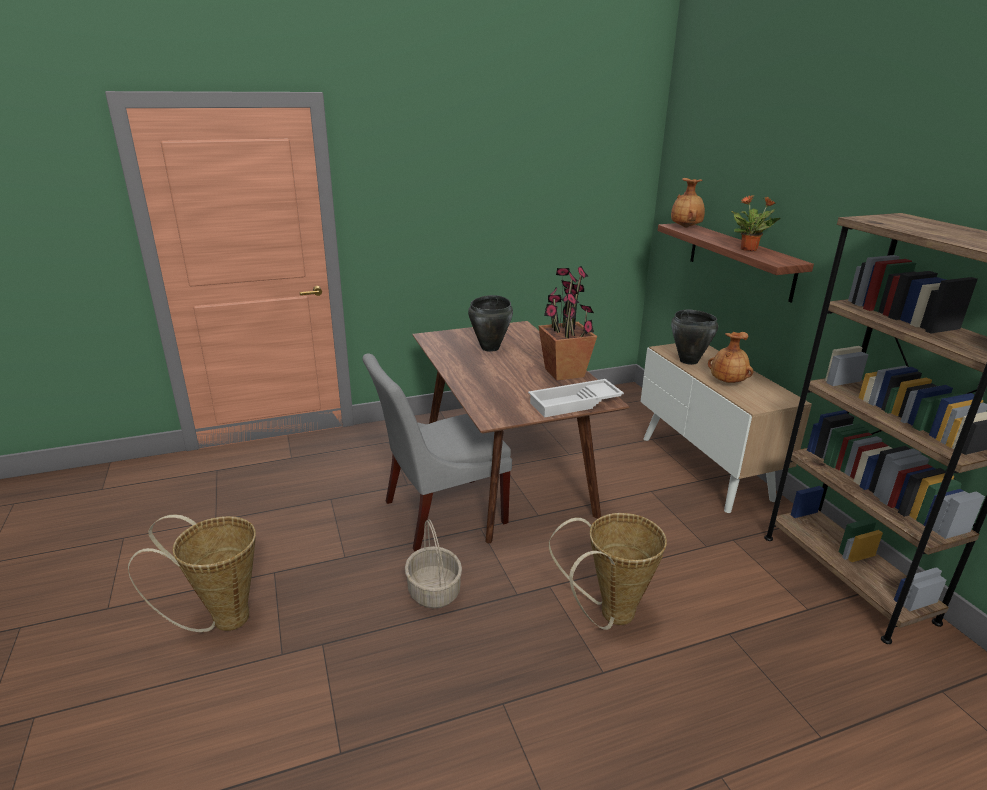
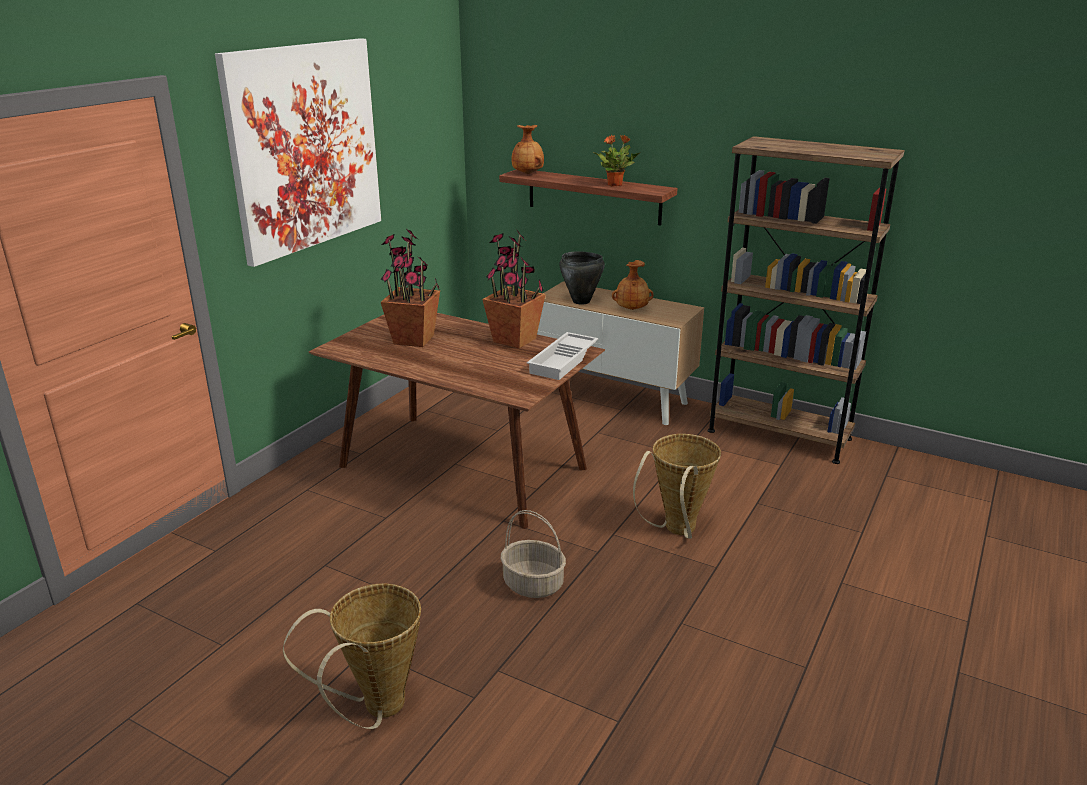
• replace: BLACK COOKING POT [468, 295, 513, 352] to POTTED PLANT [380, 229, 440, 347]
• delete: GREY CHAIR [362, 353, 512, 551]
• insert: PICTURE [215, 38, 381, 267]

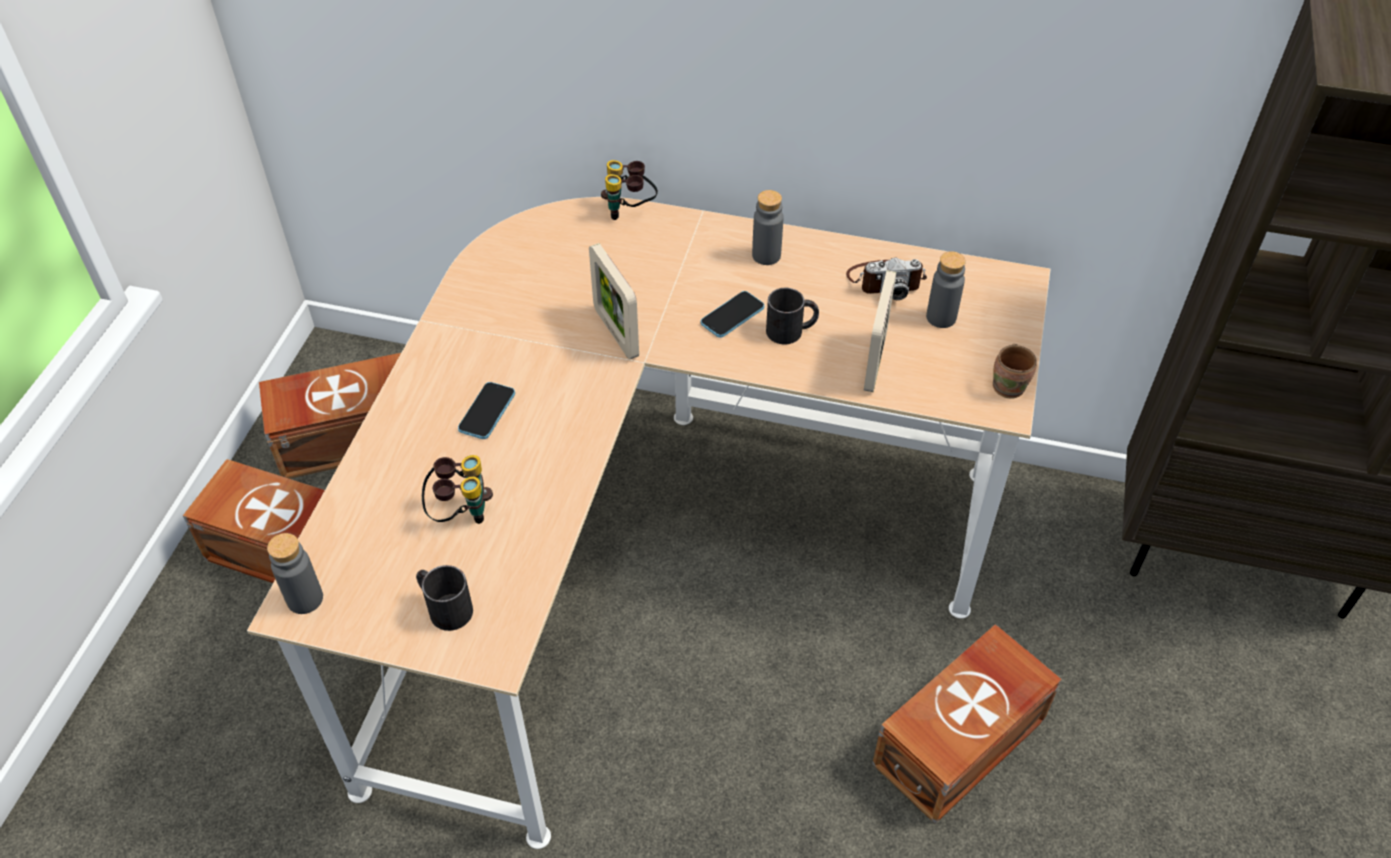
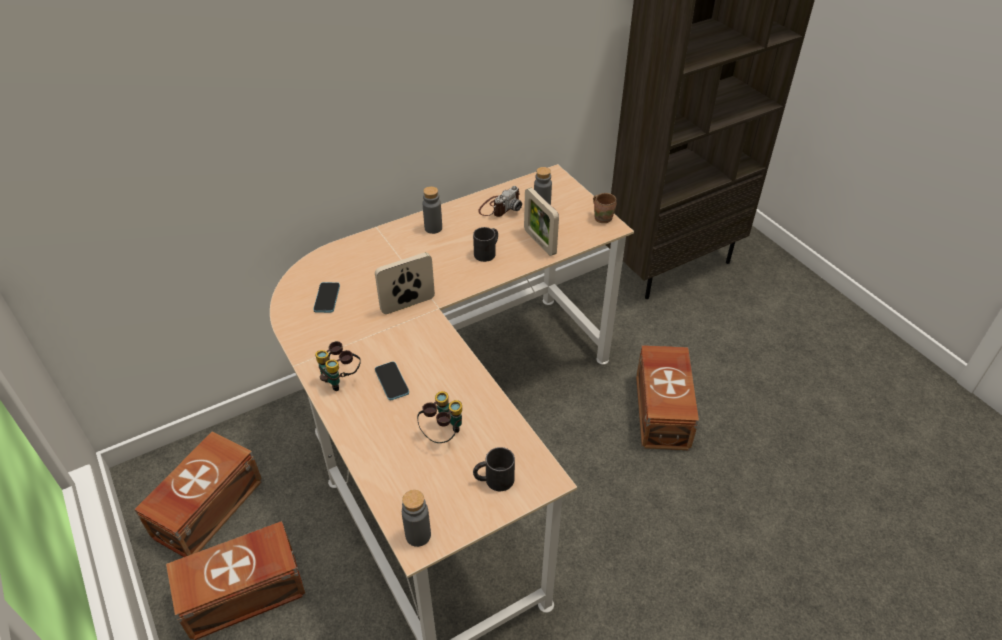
• move: BINOCULARS [601, 160, 658, 220] to [315, 341, 361, 391]
• rotate: PICTURE FRAME [589, 243, 639, 360] = [375, 252, 435, 314] 135 degrees clockwise
• move: PHONE [701, 291, 764, 338] to [313, 282, 340, 313]

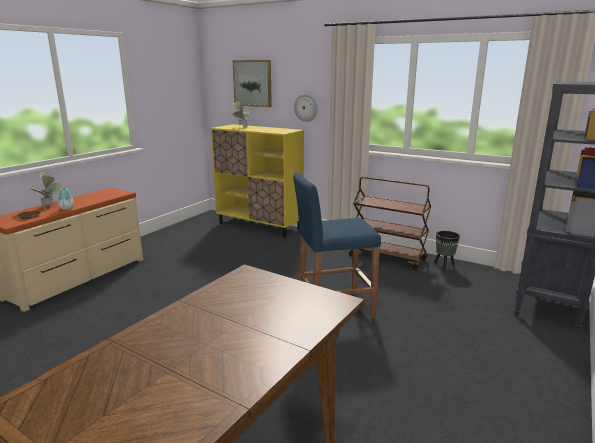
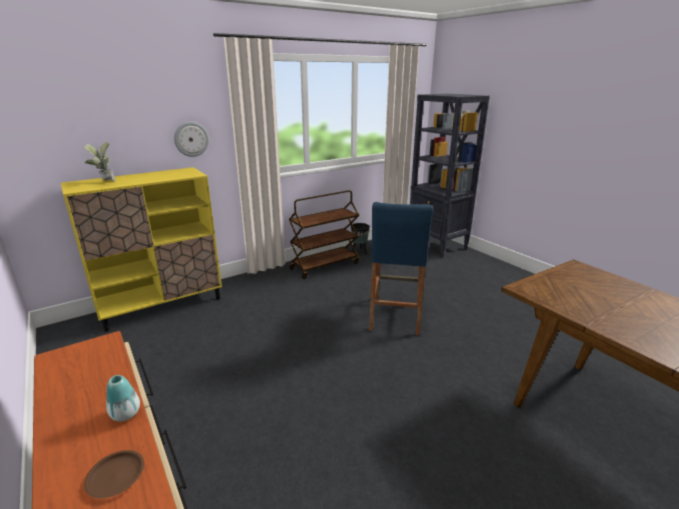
• delete: PICTURE [232, 60, 272, 107]
• delete: POTTED PLANT [29, 172, 62, 208]

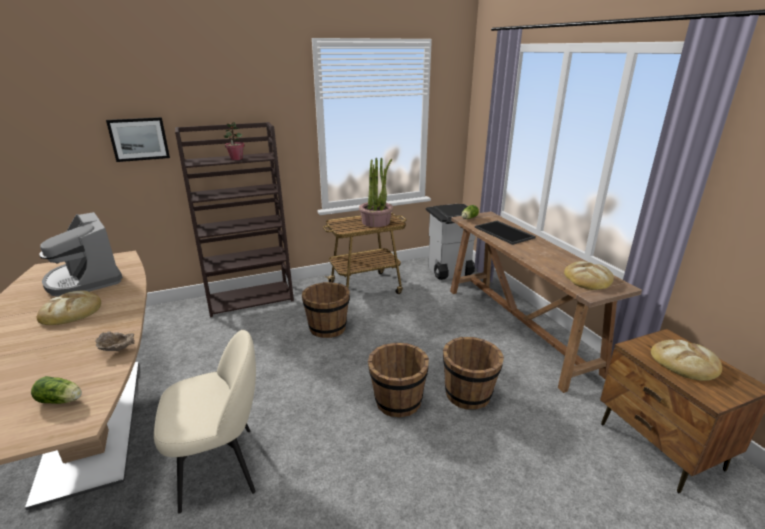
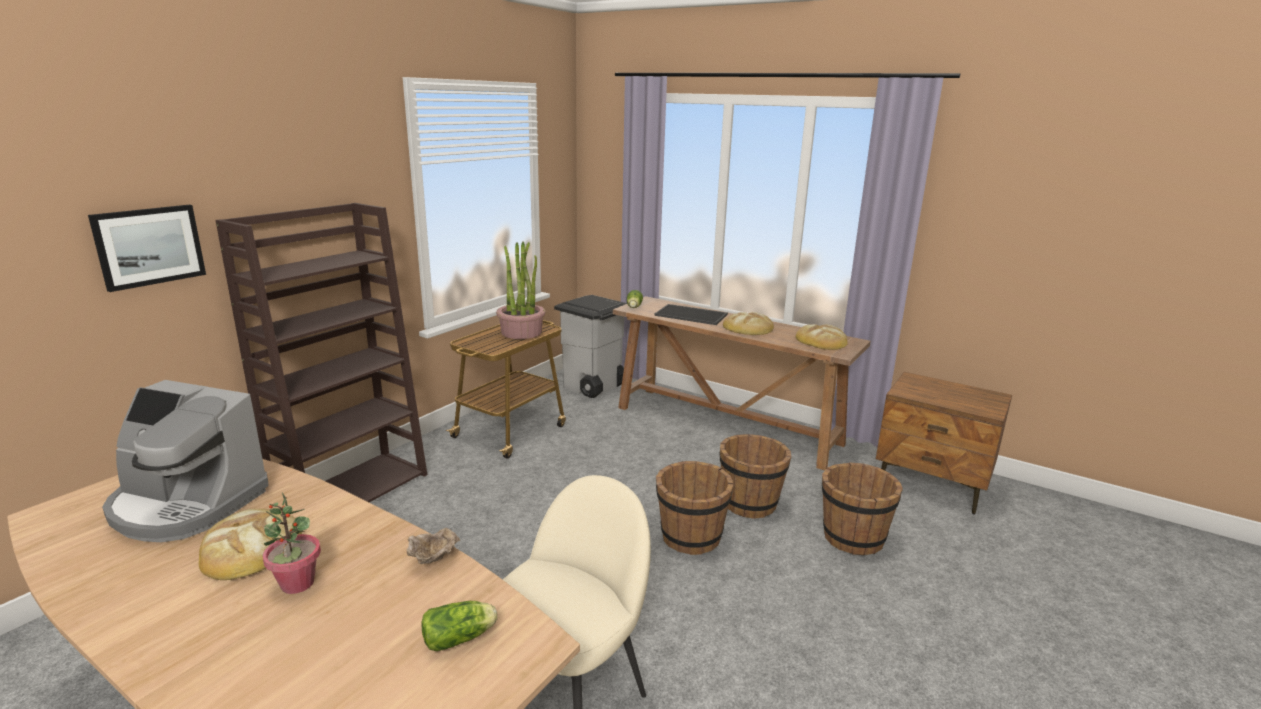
• move: POTTED PLANT [224, 122, 245, 160] to [263, 493, 321, 594]
• move: BROWN BUCKET [302, 282, 350, 338] to [822, 462, 903, 555]
• move: BREAD [651, 340, 722, 381] to [723, 312, 774, 335]

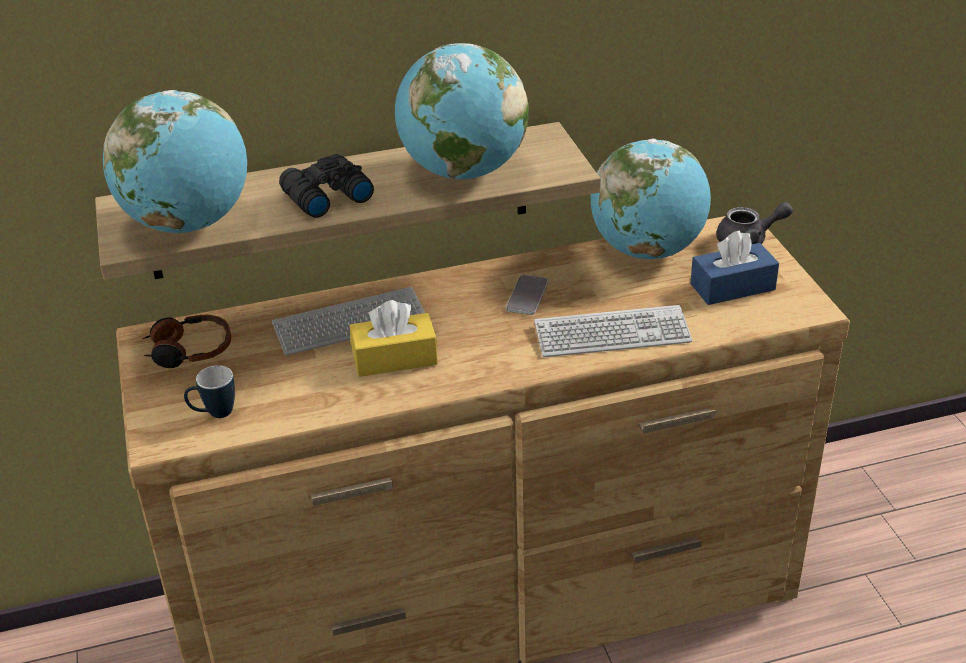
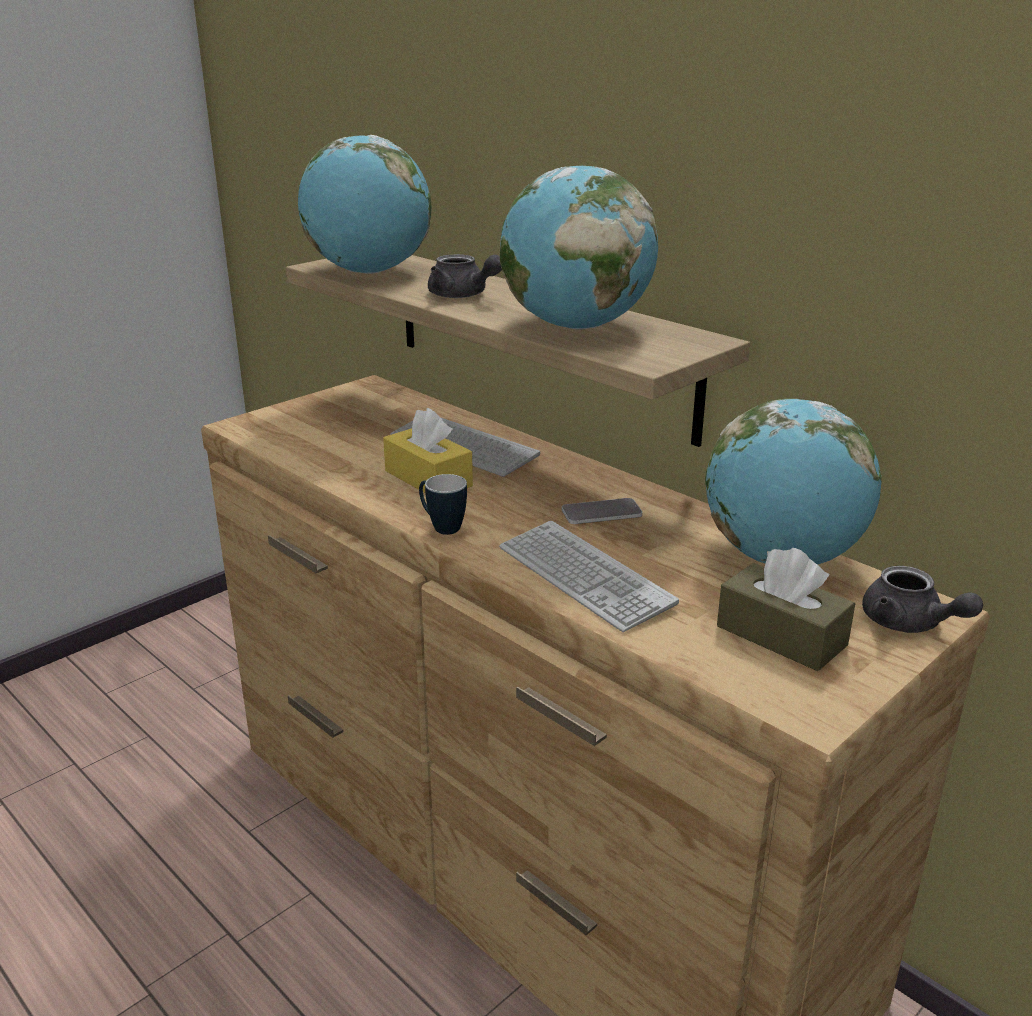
• replace: BLACK BINOCULARS [279, 154, 374, 218] to GREY TEAPOT [428, 254, 502, 298]
• recolor: BLUE TISSUE BOX [690, 230, 779, 305] to BROWN TISSUE BOX [717, 548, 855, 671]
• delete: HEADPHONES [143, 314, 231, 368]
• move: MUG [184, 365, 235, 418] to [419, 474, 467, 535]

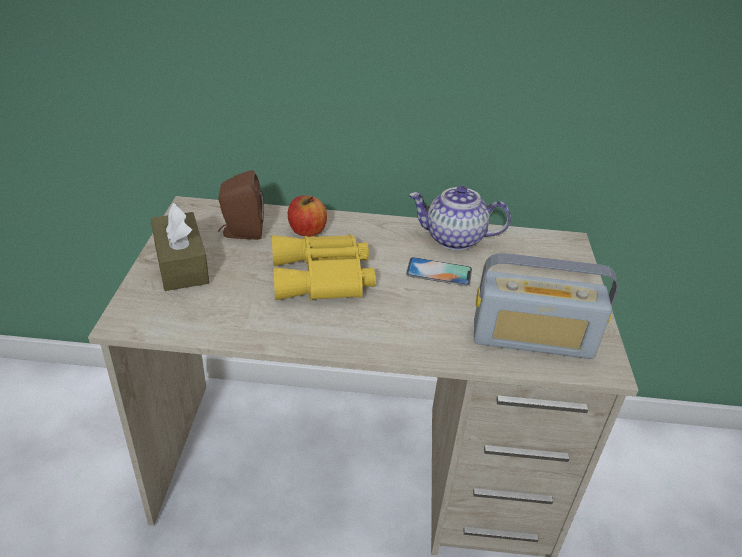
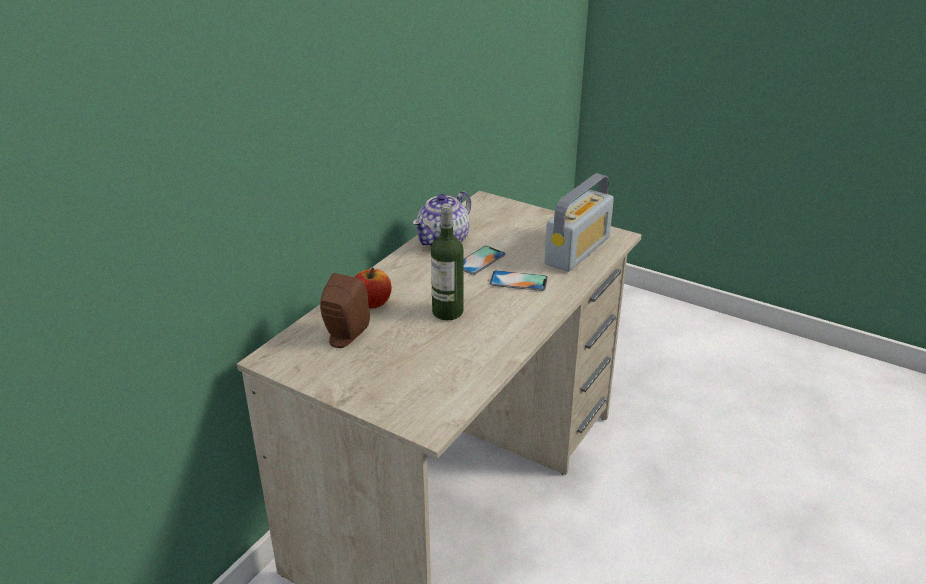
• delete: BROWN TISSUE BOX [150, 203, 209, 291]
• replace: YELLOW BINOCULARS [272, 234, 375, 300] to BOTTLE [431, 204, 463, 320]
• insert: PHONE [489, 270, 548, 291]

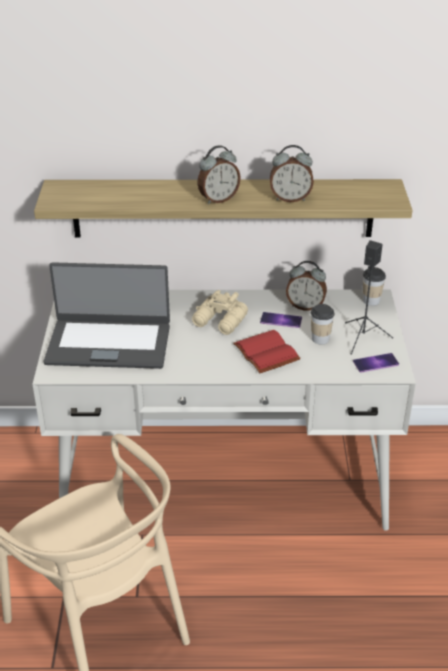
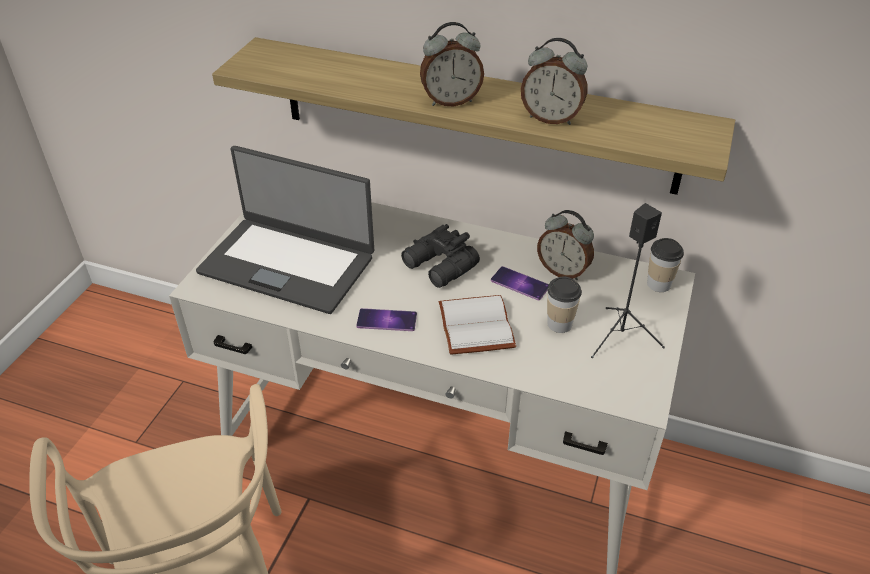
• recolor: BEIGE BINOCULARS [192, 290, 248, 335] to BLACK BINOCULARS [401, 224, 480, 288]
• recolor: RED BOOK [233, 330, 301, 373] to WHITE BOOK [438, 295, 516, 355]
• move: PHONE [353, 353, 399, 372] to [356, 308, 417, 331]

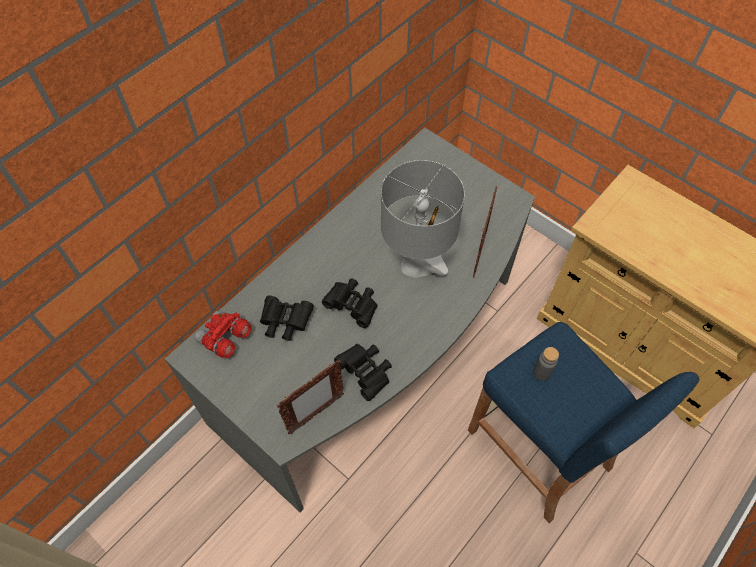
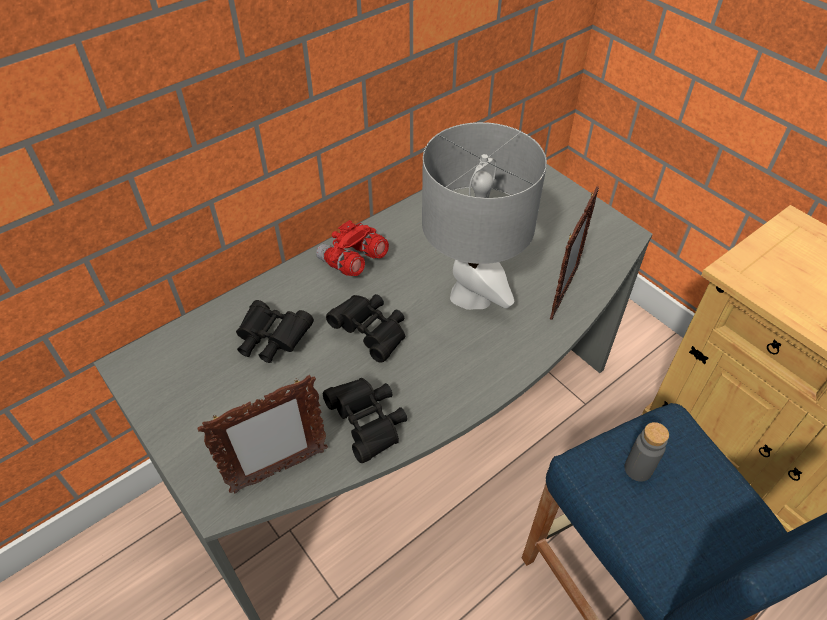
• move: RED BINOCULARS [195, 311, 251, 358] to [316, 220, 389, 276]

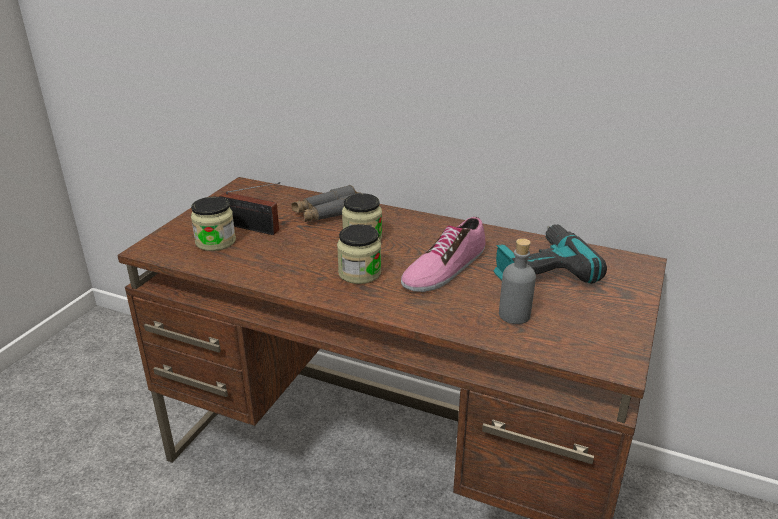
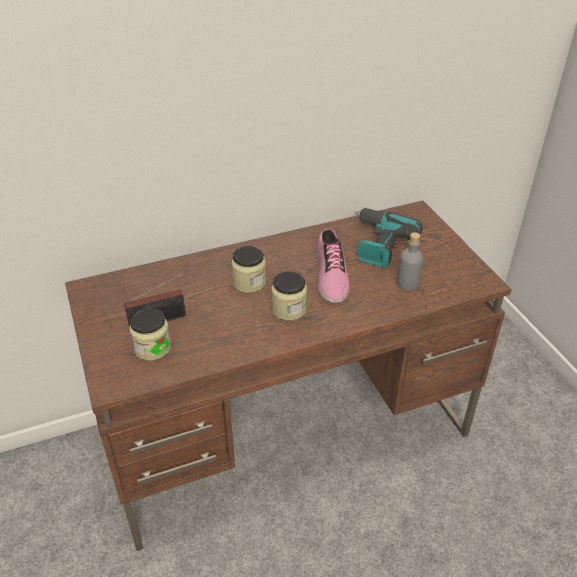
• delete: GREY BINOCULARS [291, 185, 360, 222]

